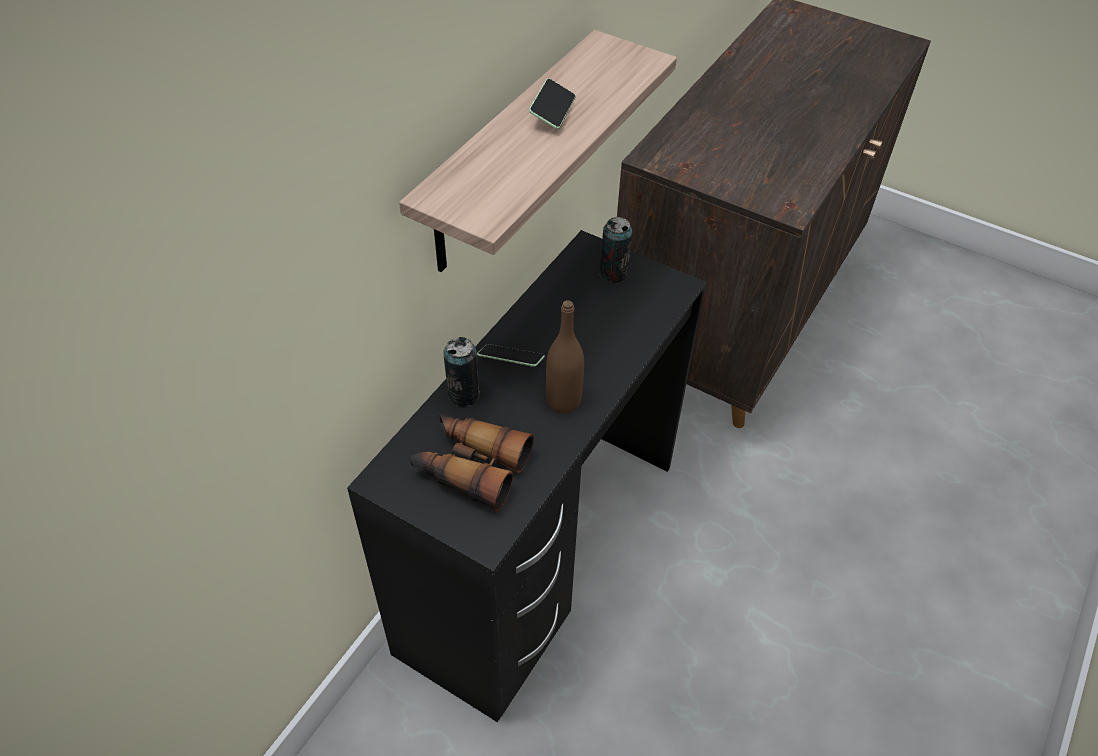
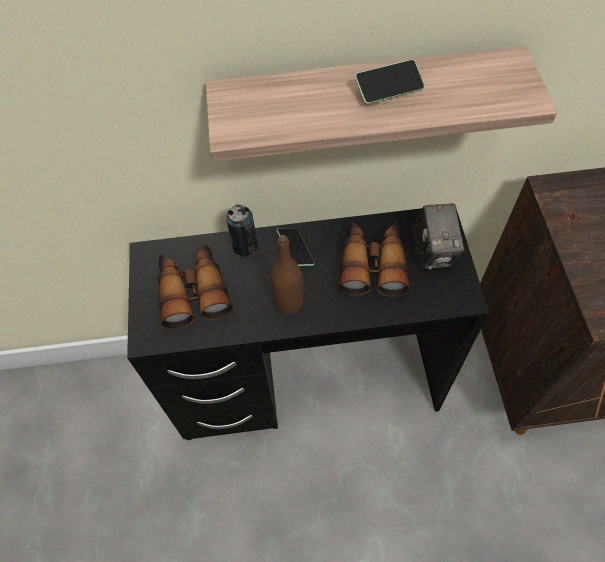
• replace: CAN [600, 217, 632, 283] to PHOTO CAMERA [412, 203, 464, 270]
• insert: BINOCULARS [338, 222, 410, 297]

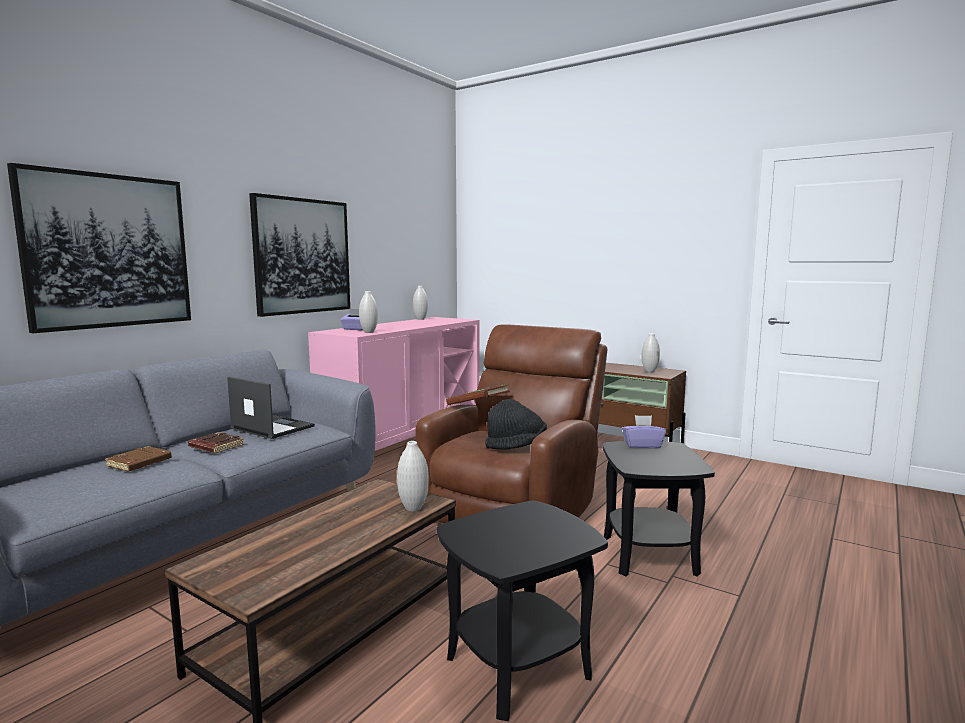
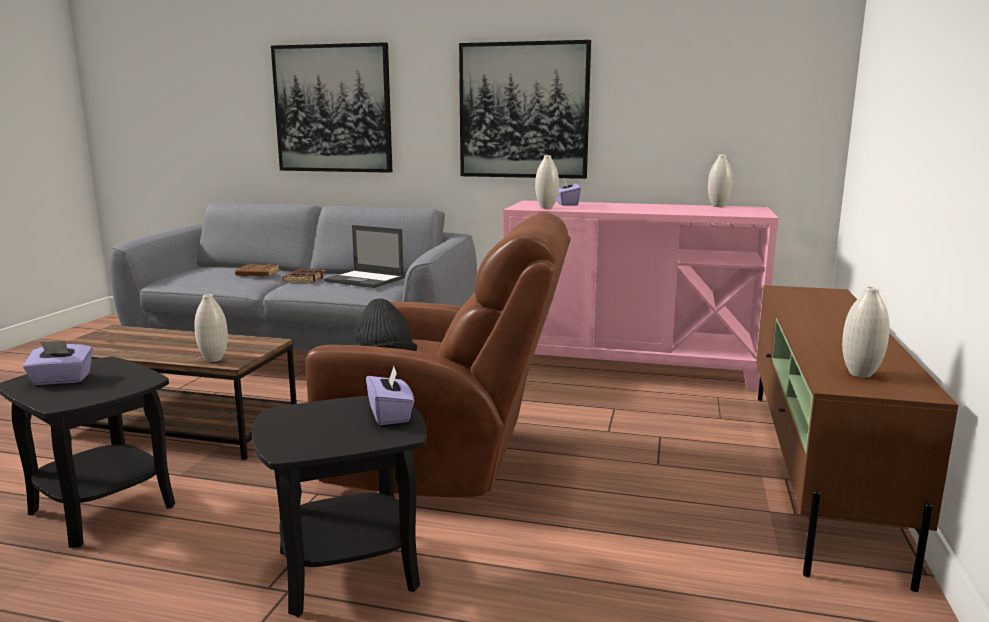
• rotate: LAPTOP [227, 377, 315, 439] = [324, 225, 404, 288] 105 degrees clockwise
• delete: BROWN BOOK [446, 384, 510, 405]
• insert: PURPLE TISSUE BOX [23, 341, 93, 385]

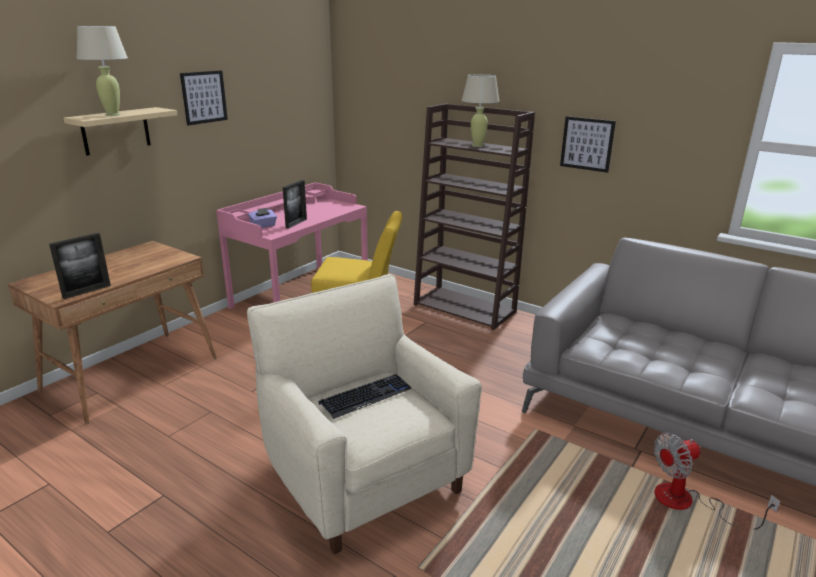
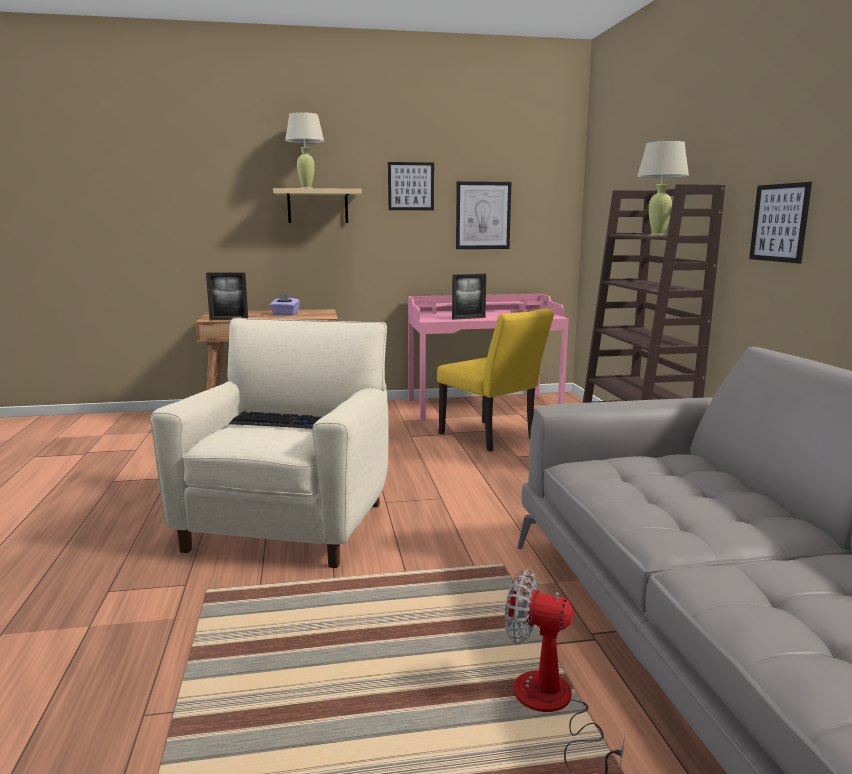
• move: PURPLE TISSUE BOX [248, 208, 277, 228] to [270, 294, 300, 315]
• insert: PICTURE [456, 181, 511, 249]

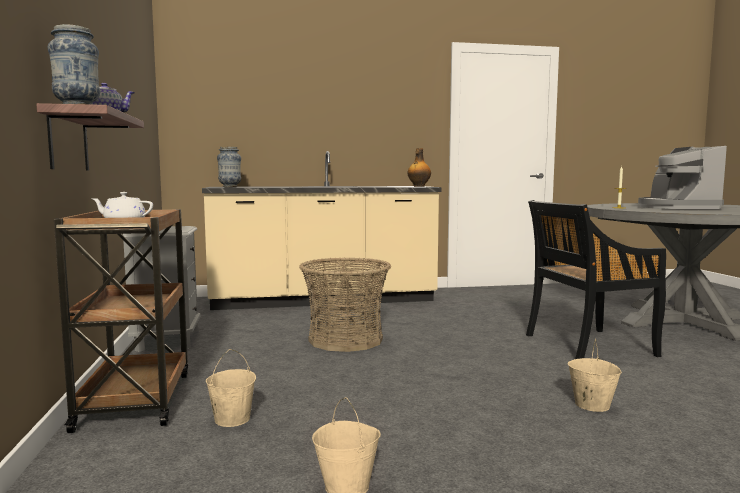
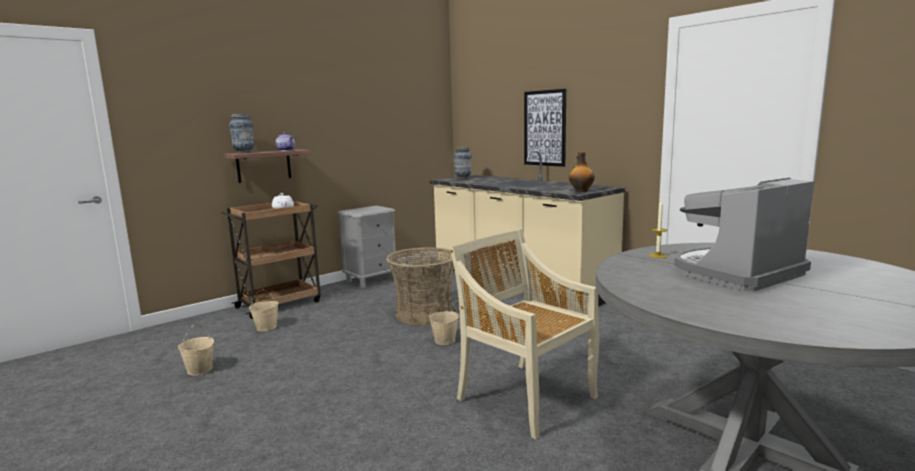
• recolor: BLACK CHAIR [526, 200, 666, 359] to BEIGE CHAIR [450, 229, 599, 440]
• move: BEIGE BUCKET [568, 339, 622, 412] to [429, 299, 459, 345]
• insert: PICTURE [524, 89, 566, 167]

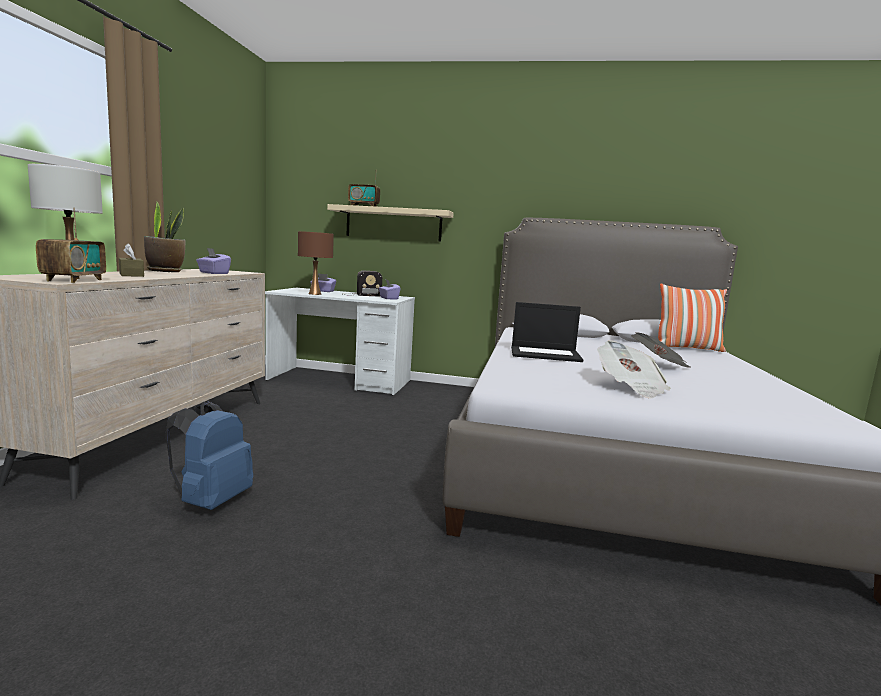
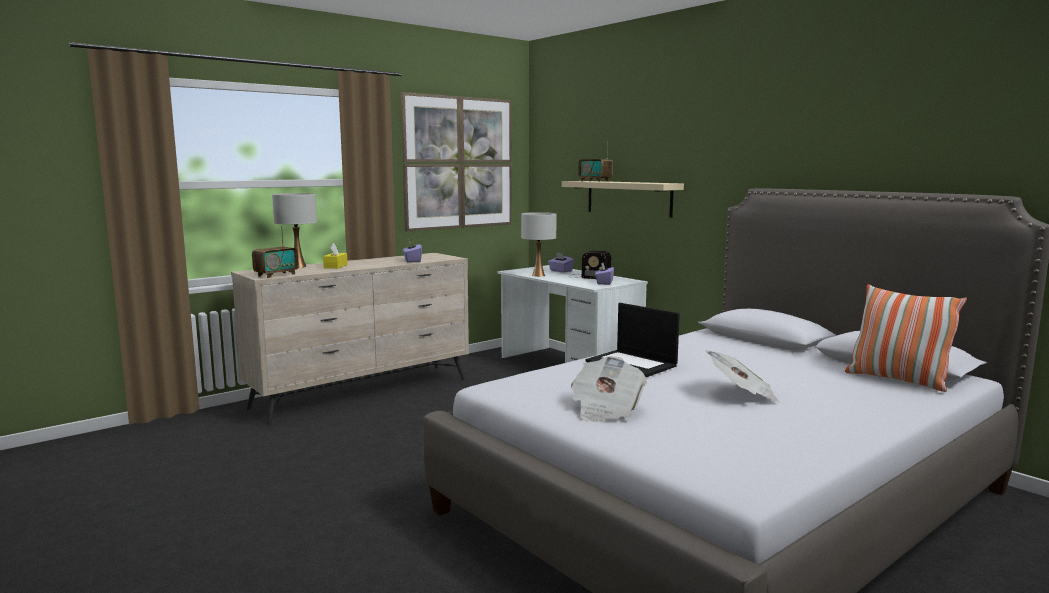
• delete: POTTED PLANT [144, 201, 186, 272]
• recolor: BROWN TABLE LAMP [298, 231, 334, 295] to WHITE TABLE LAMP [521, 212, 556, 277]
• recolor: BROWN TISSUE BOX [119, 243, 144, 277] to YELLOW TISSUE BOX [323, 243, 348, 269]
• delete: BLUE BACKPACK [165, 401, 253, 510]
• insert: PICTURE [401, 92, 512, 231]

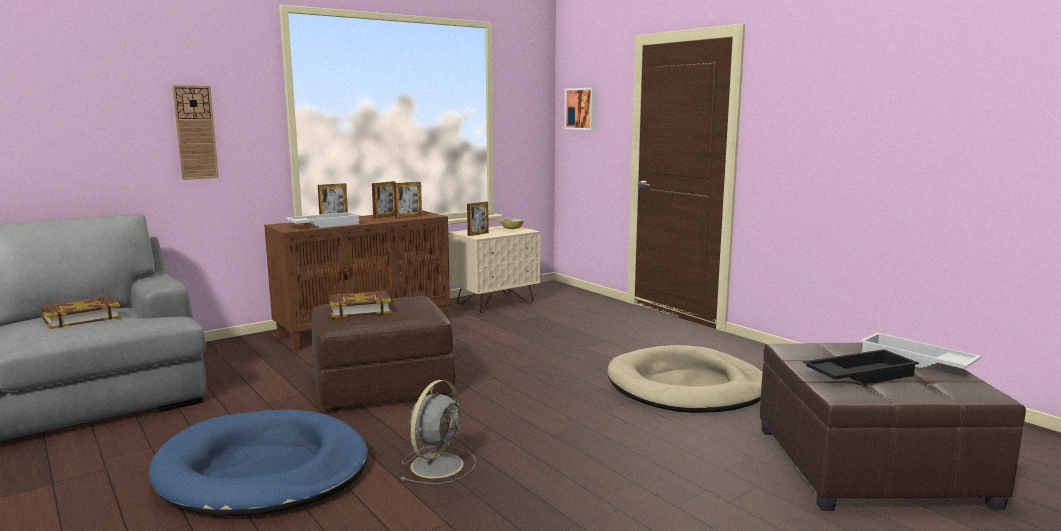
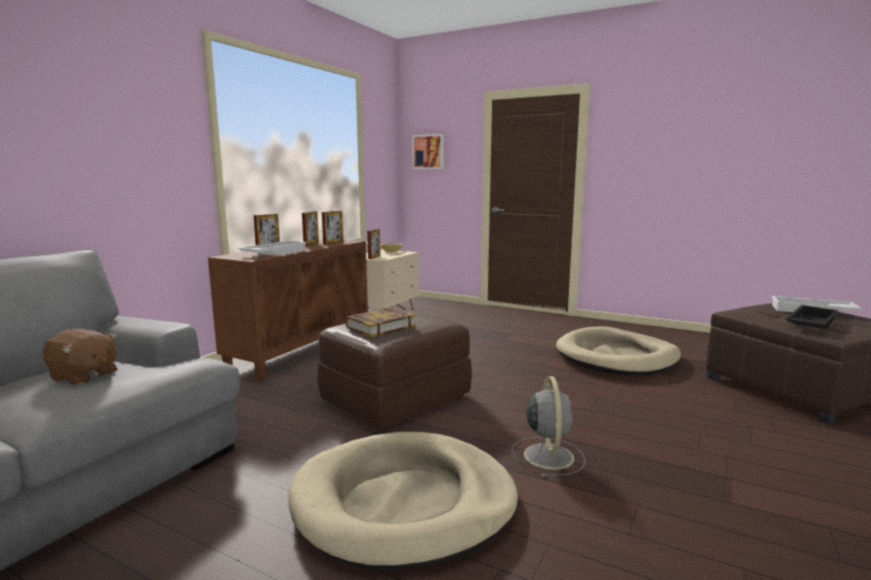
• delete: WALL CLOCK [172, 85, 219, 180]
• replace: BOOK [41, 296, 121, 329] to BROWN PLUSH TOY [43, 329, 118, 385]
• recolor: BLUE DOG BED [149, 410, 368, 516] to BEIGE DOG BED [288, 432, 518, 570]

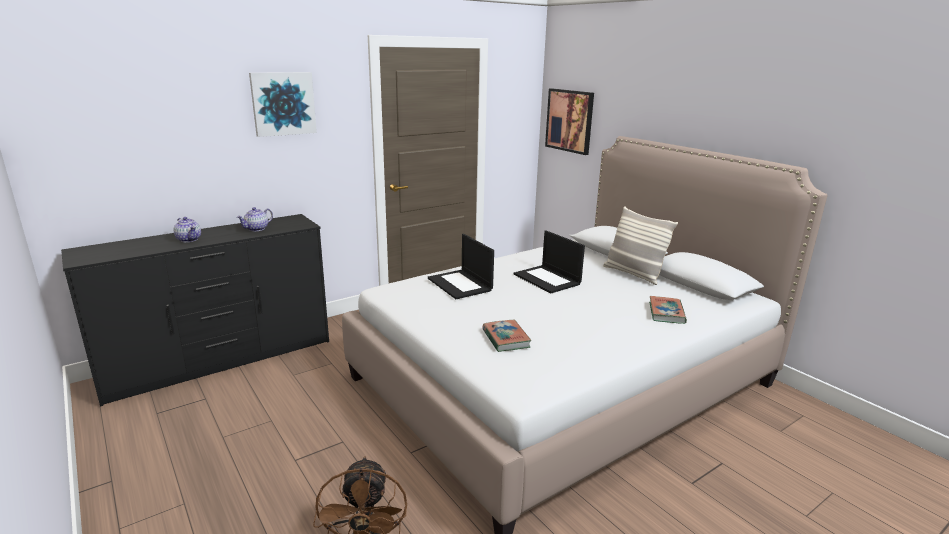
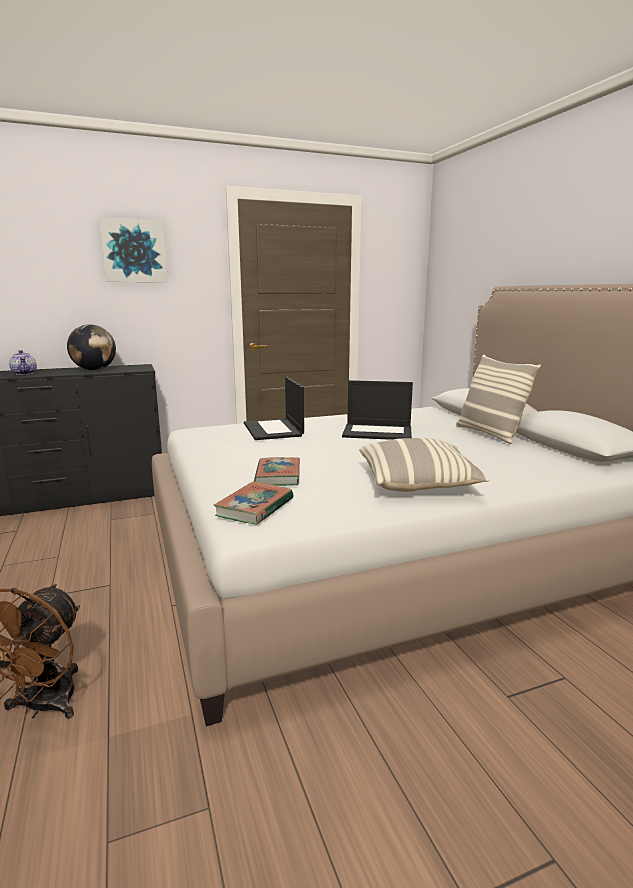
• delete: PICTURE [545, 88, 594, 155]
• replace: TEAPOT [237, 207, 273, 231] to GLOBE [67, 324, 116, 370]
• rotate: LAPTOP [514, 230, 585, 293] = [342, 380, 413, 440] 60 degrees counterclockwise
• move: BOOK [649, 296, 687, 324] to [214, 481, 293, 524]
• insert: PILLOW [359, 438, 490, 492]

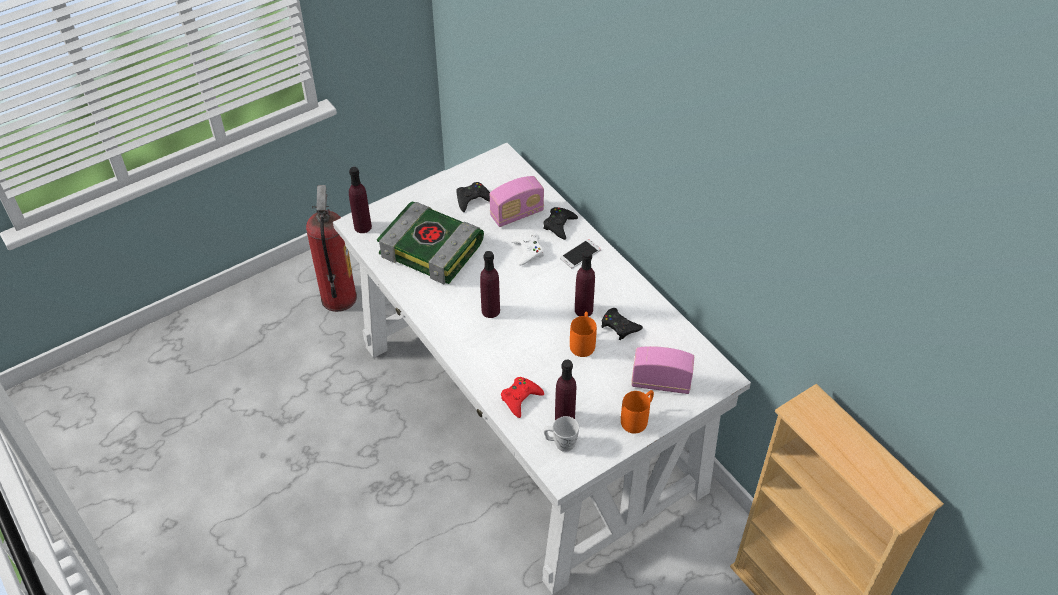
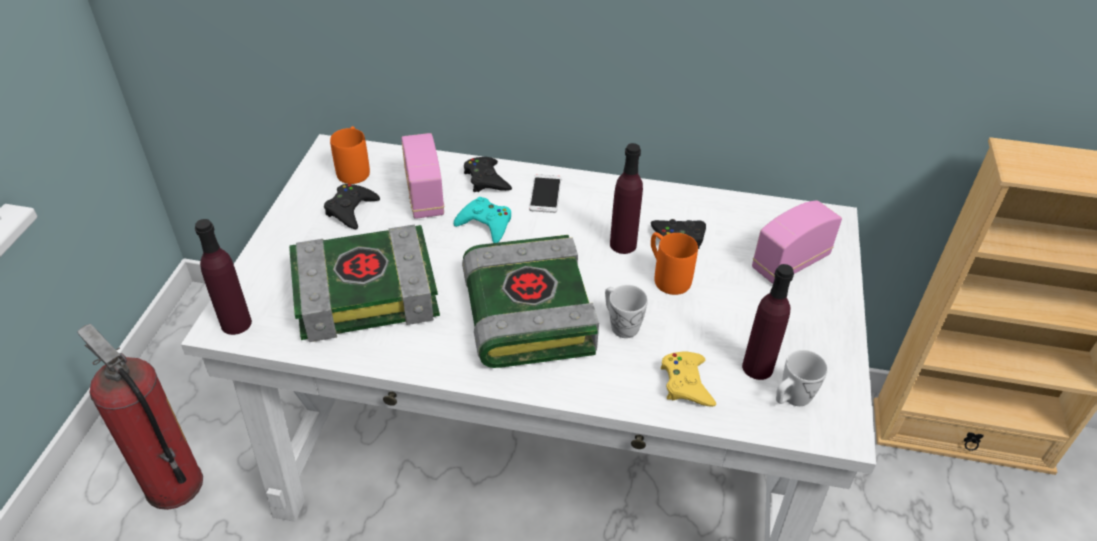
• rotate: RADIO [490, 176, 544, 227] = [401, 133, 444, 219] 150 degrees clockwise
• recolor: WHITE GAME CONTROLLER [511, 233, 544, 265] to TURQUOISE GAME CONTROLLER [454, 197, 511, 243]
• replace: PURPLE BOTTLE [480, 251, 500, 318] to BOOK [462, 235, 599, 368]
• recolor: RED GAME CONTROLLER [501, 377, 544, 418] to YELLOW GAME CONTROLLER [661, 352, 716, 407]
• move: ORANGE MUG [621, 390, 654, 433] to [330, 126, 370, 184]
• insert: WHITE MUG [605, 285, 648, 338]

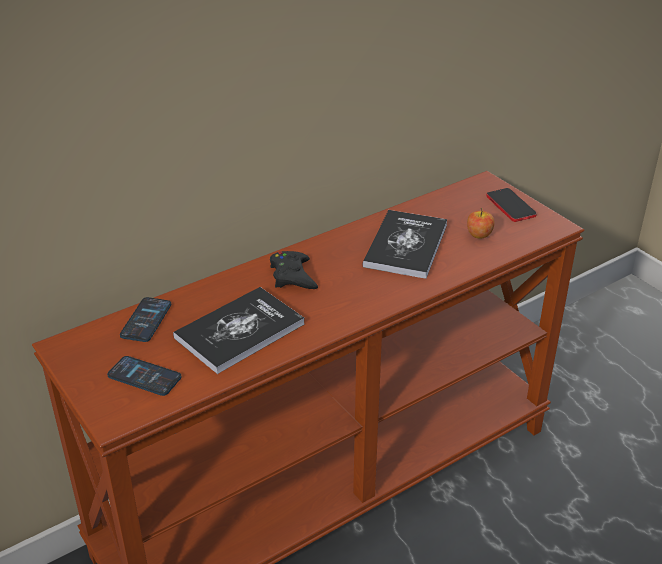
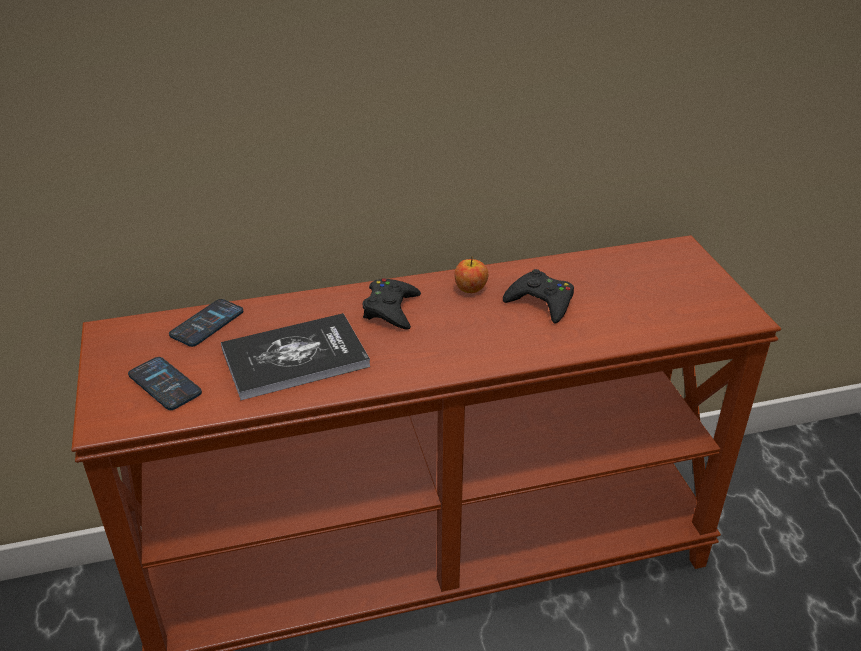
• delete: PHONE [487, 188, 537, 222]
• move: APPLE [467, 208, 495, 239] to [454, 256, 488, 293]
• replace: BOOK [363, 210, 447, 279] to BLACK GAME CONTROLLER [503, 269, 574, 324]

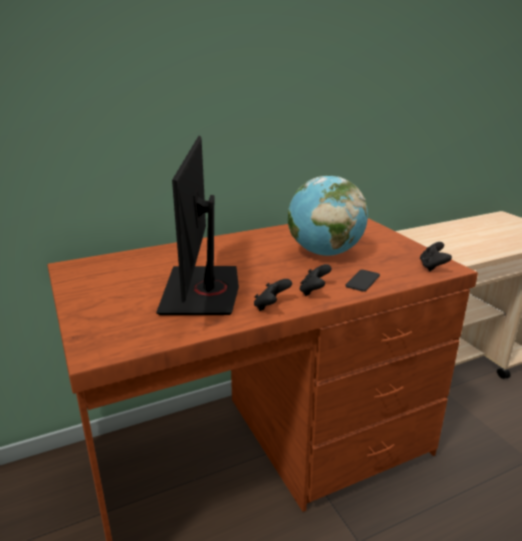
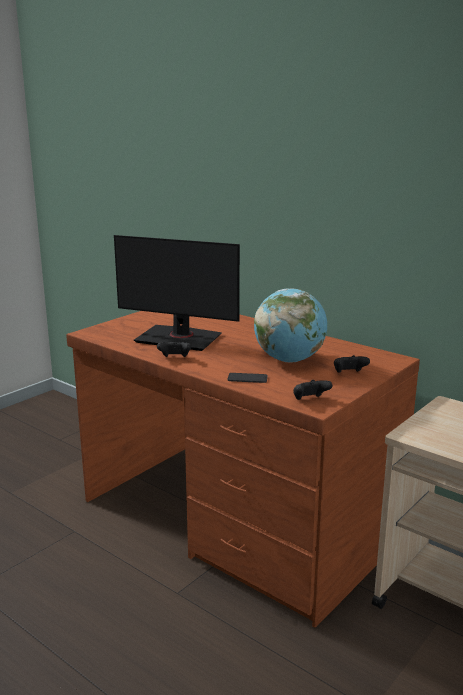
• rotate: MONITOR [156, 136, 239, 315] = [114, 235, 240, 351] 135 degrees counterclockwise
• move: BLACK GAME CONTROLLER [300, 264, 332, 296] to [334, 355, 370, 373]

